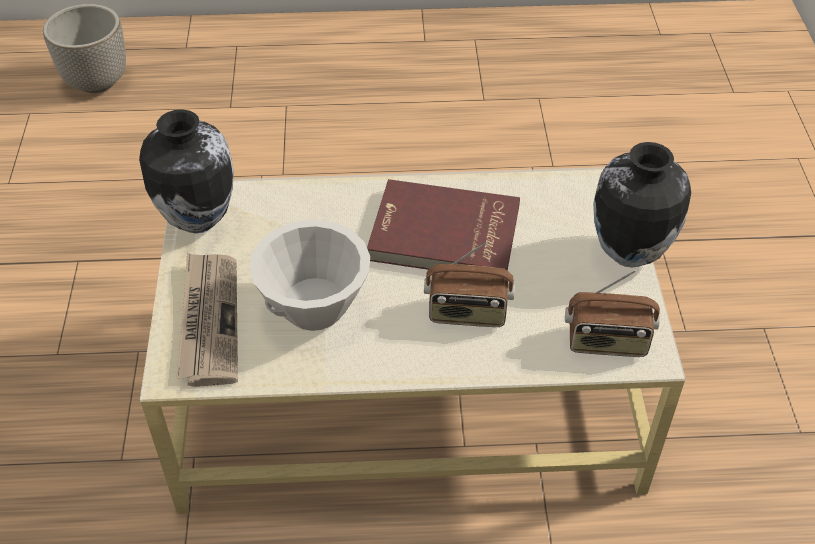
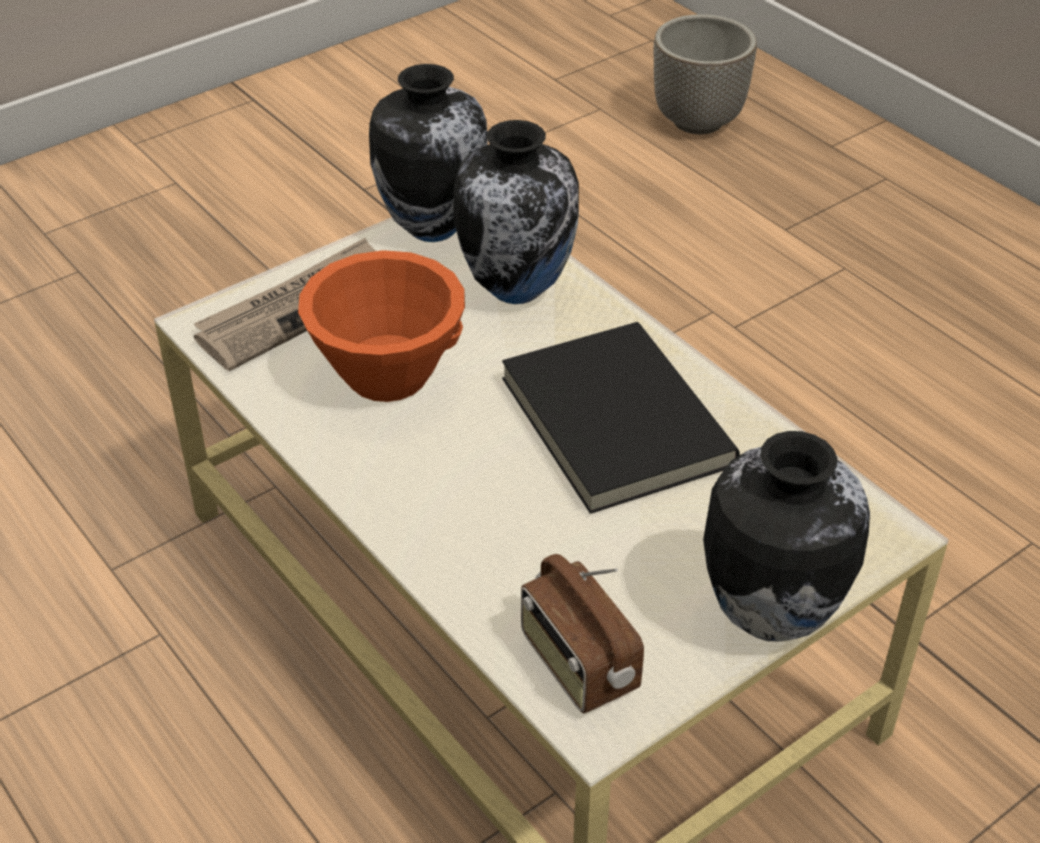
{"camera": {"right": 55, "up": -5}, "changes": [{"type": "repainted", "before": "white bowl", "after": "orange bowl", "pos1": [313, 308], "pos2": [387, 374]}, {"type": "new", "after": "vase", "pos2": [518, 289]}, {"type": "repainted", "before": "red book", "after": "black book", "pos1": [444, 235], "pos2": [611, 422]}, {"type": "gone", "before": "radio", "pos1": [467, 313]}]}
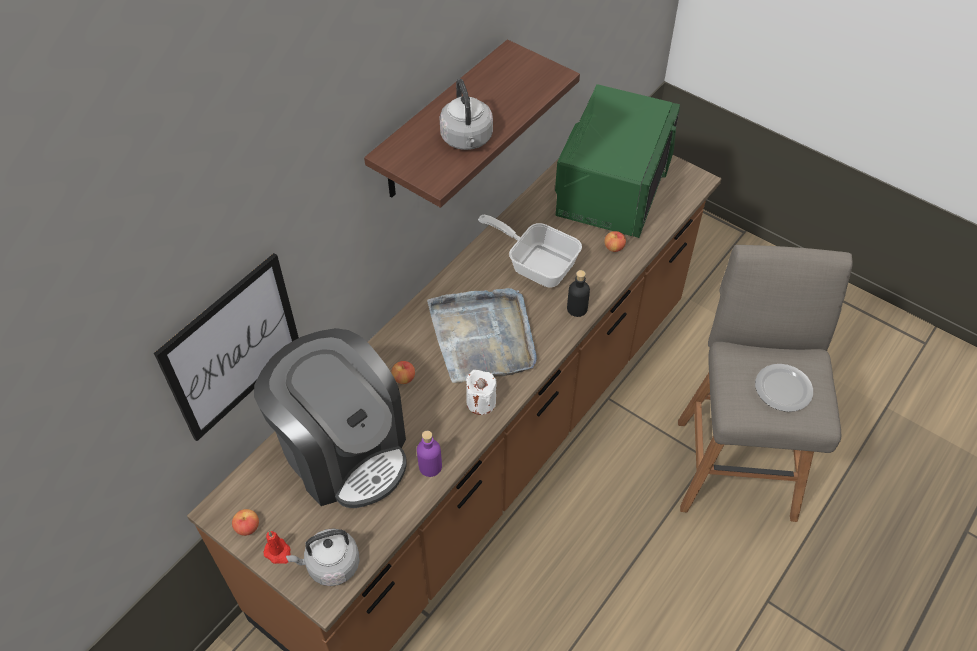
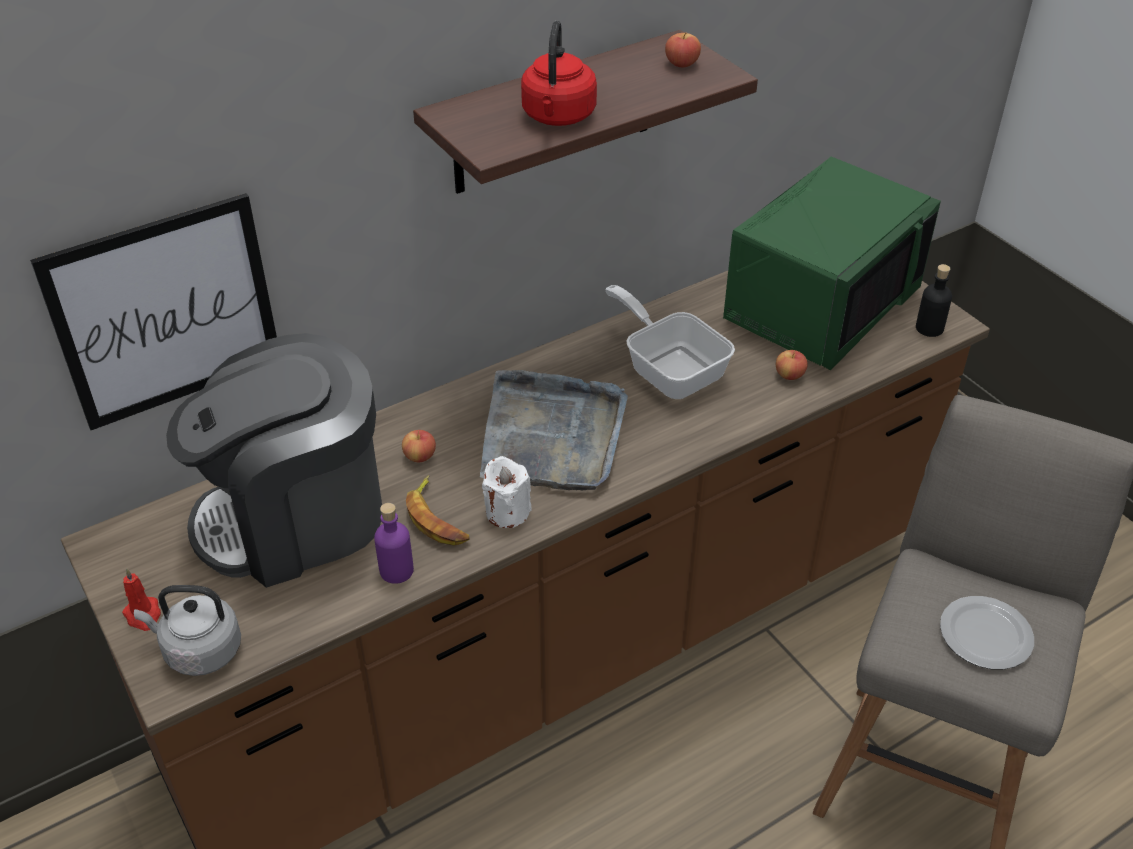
{"camera": {"right": 20, "up": -10}, "changes": [{"type": "rotated", "before": "coffee machine", "pos1": [343, 450], "pos2": [295, 518], "turn": 90}, {"type": "new", "after": "banana", "pos2": [437, 518]}, {"type": "repainted", "before": "grey kettle", "after": "red kettle", "pos1": [467, 140], "pos2": [558, 117]}, {"type": "shifted", "before": "apple", "pos1": [247, 527], "pos2": [681, 64]}, {"type": "shifted", "before": "black bottle", "pos1": [577, 309], "pos2": [929, 328]}]}
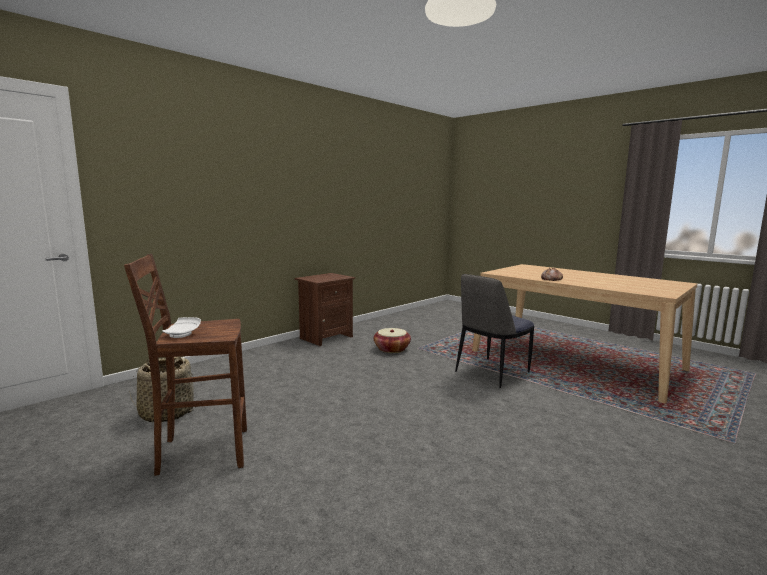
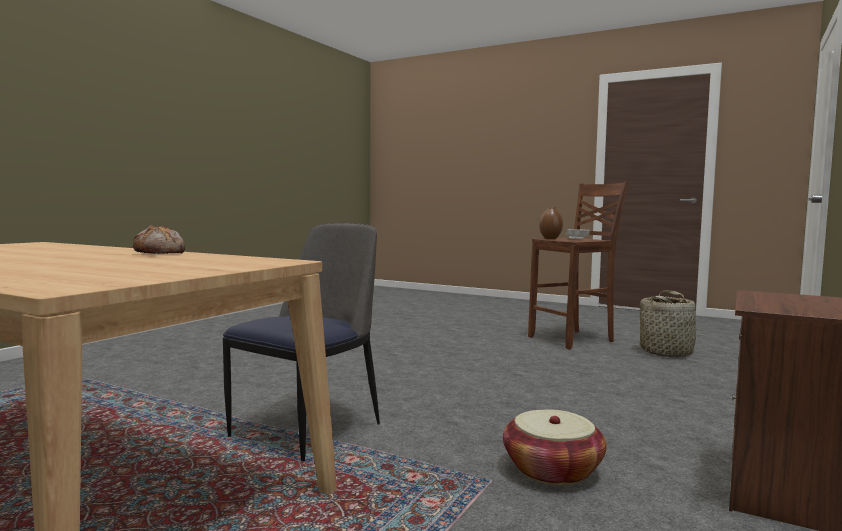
{"camera": {"right": 165, "up": -5}, "changes": [{"type": "new", "after": "brown vase", "pos2": [550, 239]}]}
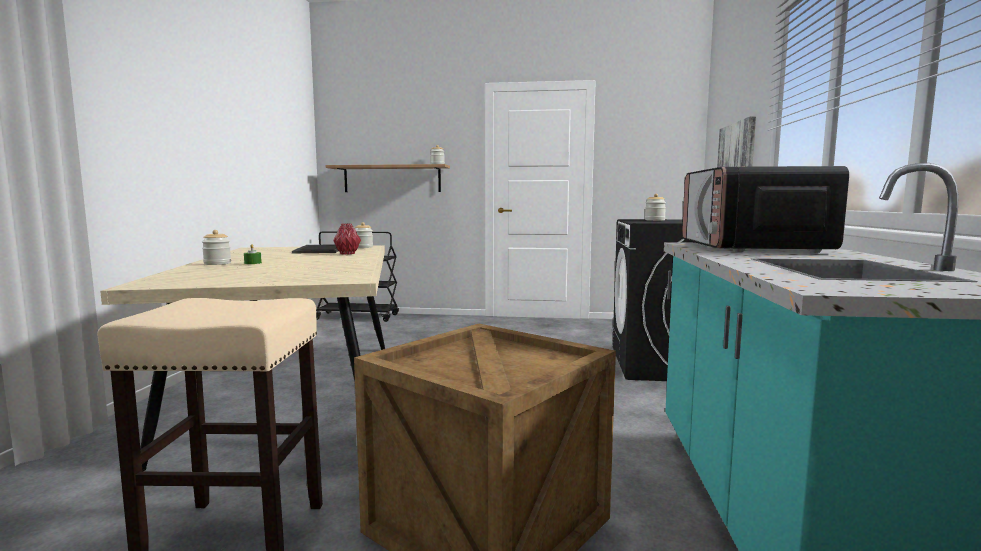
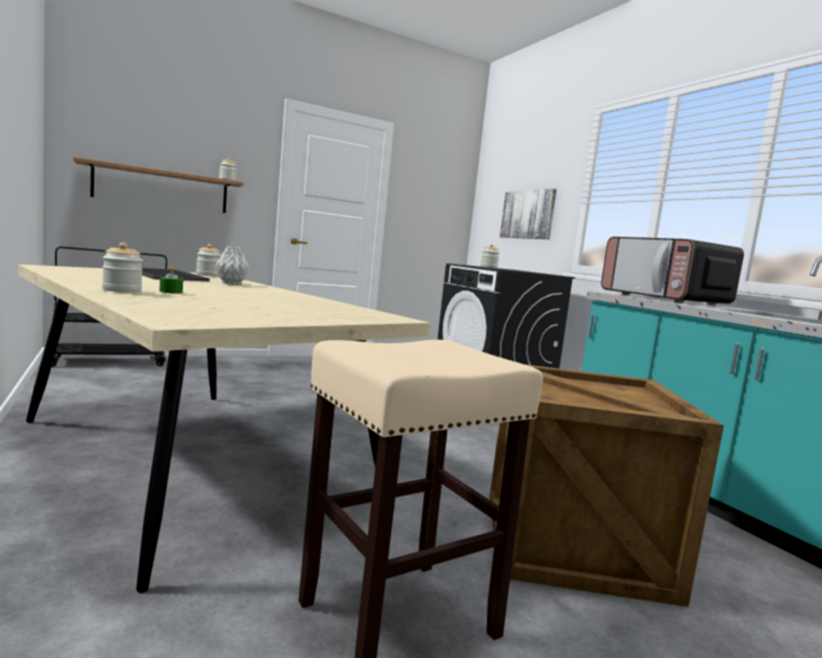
{"camera": {"right": -35, "up": 0}, "changes": [{"type": "repainted", "before": "red vase", "after": "grey vase", "pos1": [347, 254], "pos2": [231, 283]}]}
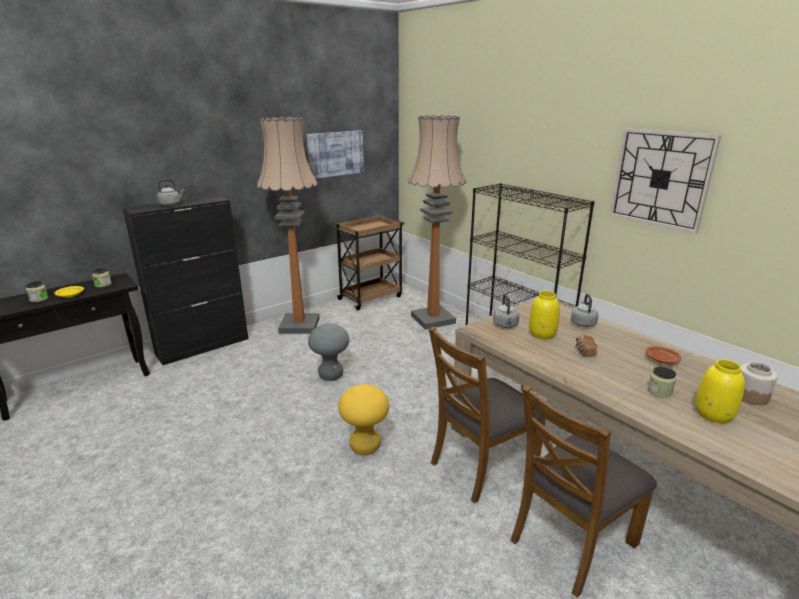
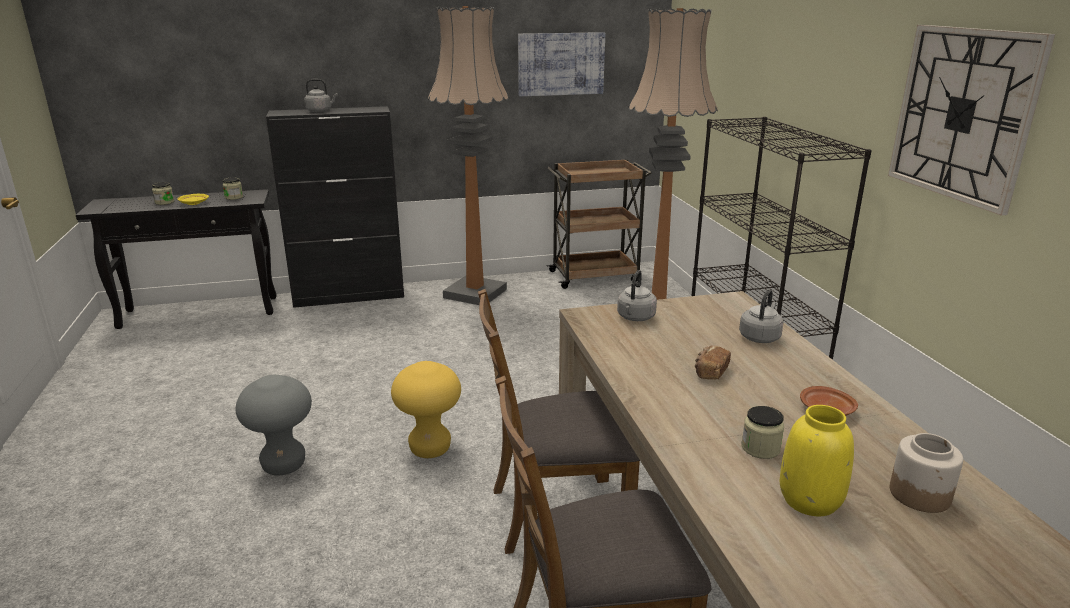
{"camera": {"right": 25, "up": 0}, "changes": [{"type": "shifted", "before": "grey stool", "pos1": [331, 375], "pos2": [284, 465]}, {"type": "gone", "before": "yellow vase", "pos1": [542, 334]}]}
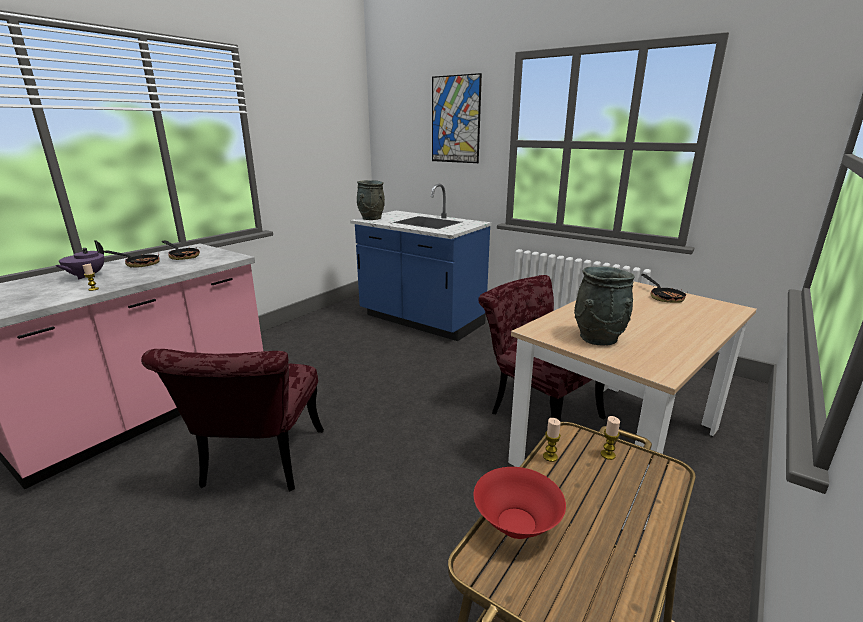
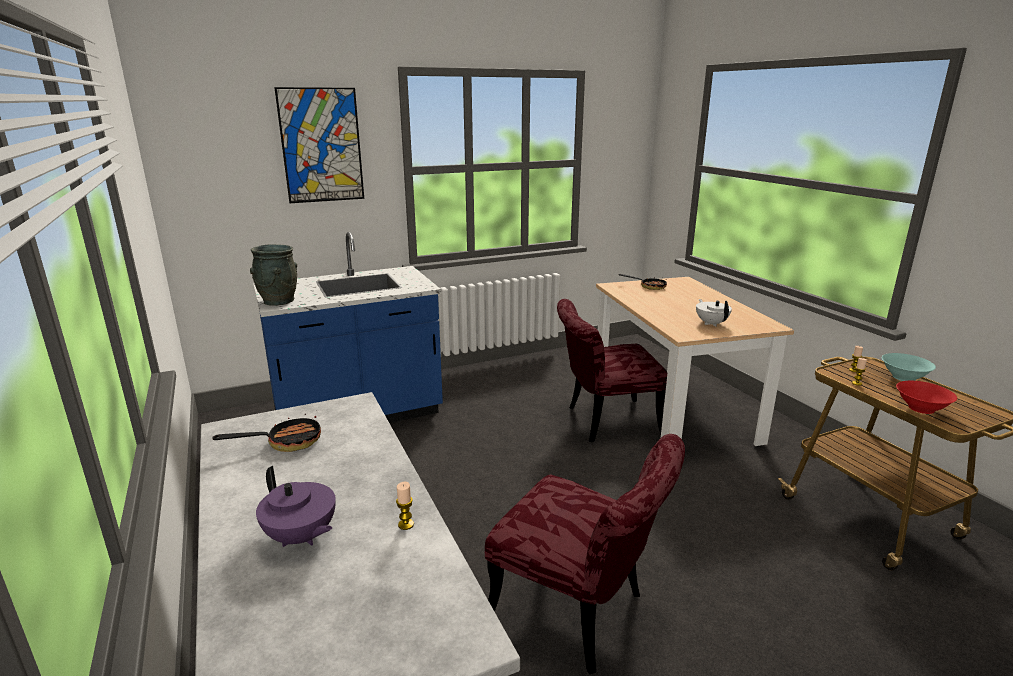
{"camera": {"right": -60, "up": 0}, "changes": [{"type": "swapped", "before": "grey vase", "after": "white teapot", "pos1": [598, 338], "pos2": [711, 323]}, {"type": "new", "after": "turquoise bowl", "pos2": [904, 377]}, {"type": "gone", "before": "frying pan", "pos1": [139, 264]}]}
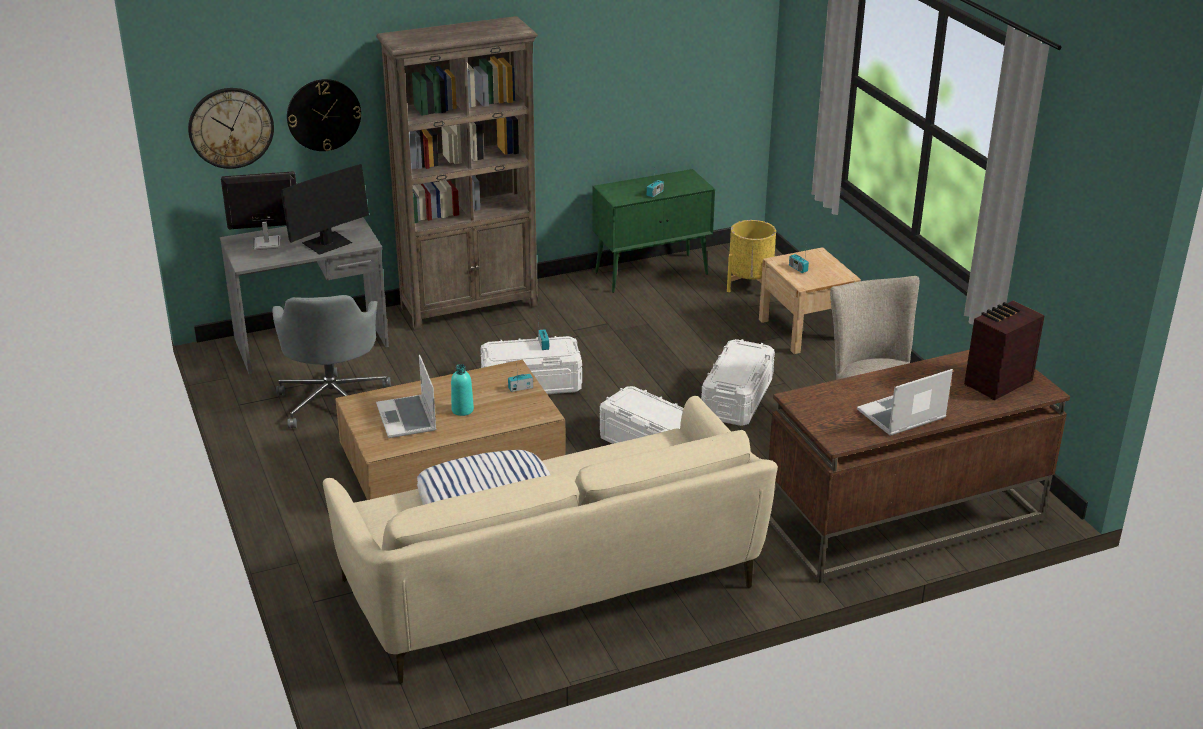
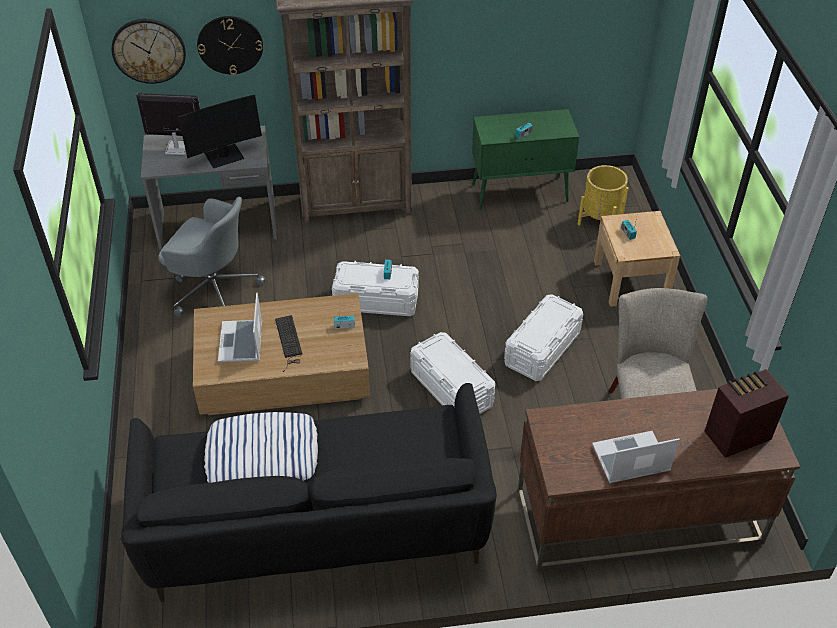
{"camera": {"right": 15, "up": 15}, "changes": [{"type": "repainted", "before": "beige sofa", "after": "black sofa", "pos1": [553, 587], "pos2": [316, 527]}, {"type": "rotated", "before": "grey office chair", "pos1": [333, 400], "pos2": [214, 289], "turn": -75}, {"type": "swapped", "before": "turquoise bottle", "after": "keyboard", "pos1": [462, 410], "pos2": [288, 342]}]}
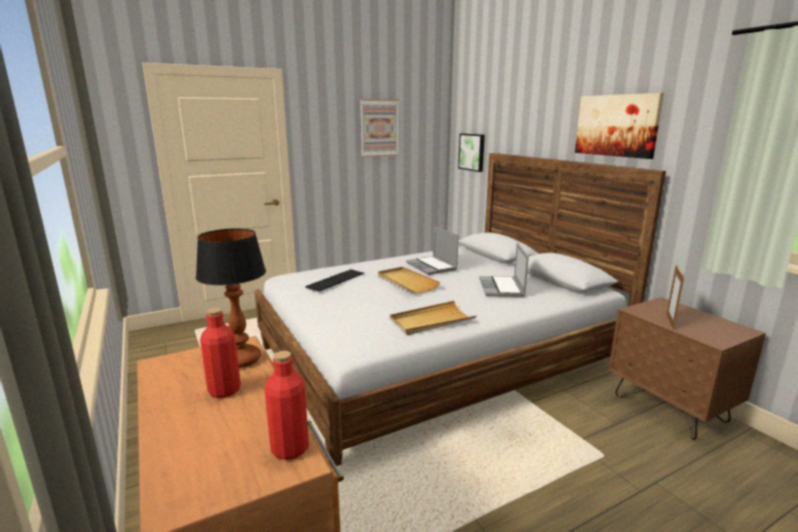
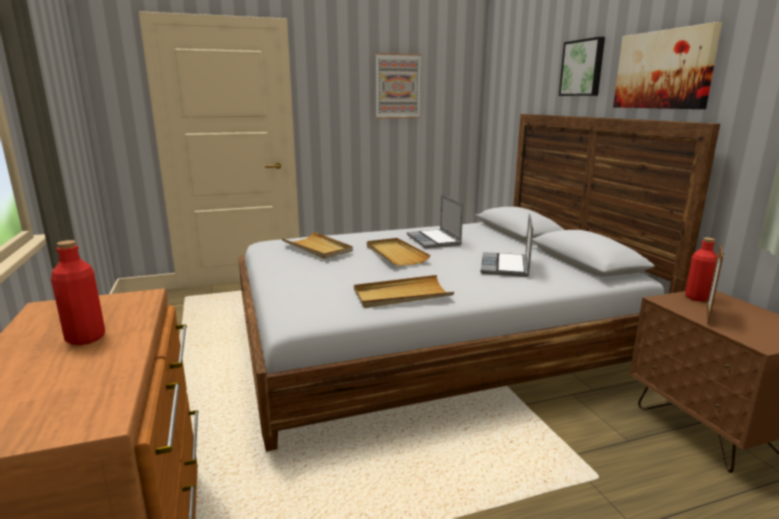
{"camera": {"right": 10, "up": 0}, "changes": [{"type": "swapped", "before": "keyboard", "after": "beige tray", "pos1": [335, 280], "pos2": [317, 248]}, {"type": "shifted", "before": "picture", "pos1": [472, 152], "pos2": [583, 68]}, {"type": "shifted", "before": "red bottle", "pos1": [290, 448], "pos2": [696, 297]}, {"type": "gone", "before": "table lamp", "pos1": [242, 360]}]}
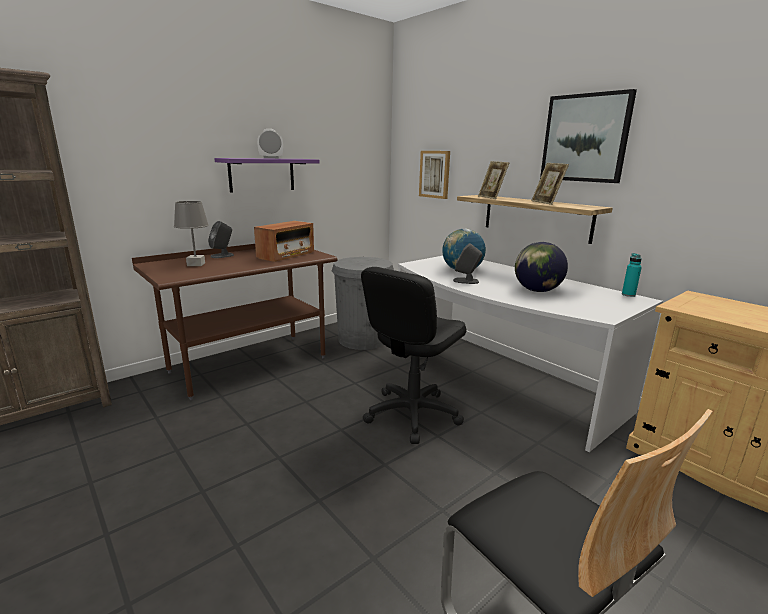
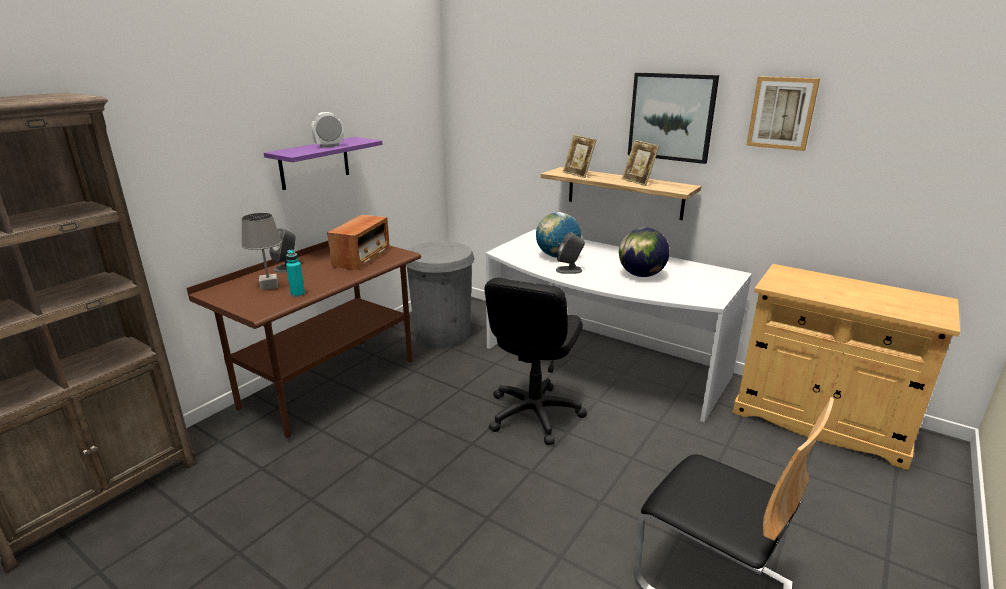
{"camera": {"right": -15, "up": 5}, "changes": [{"type": "shifted", "before": "turquoise bottle", "pos1": [628, 295], "pos2": [298, 294]}, {"type": "shifted", "before": "picture", "pos1": [435, 174], "pos2": [782, 113]}]}
